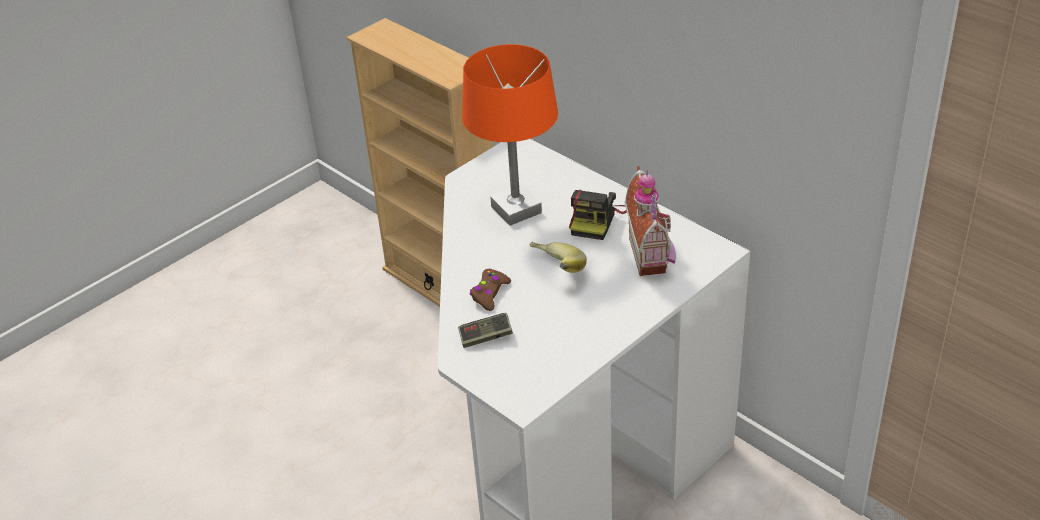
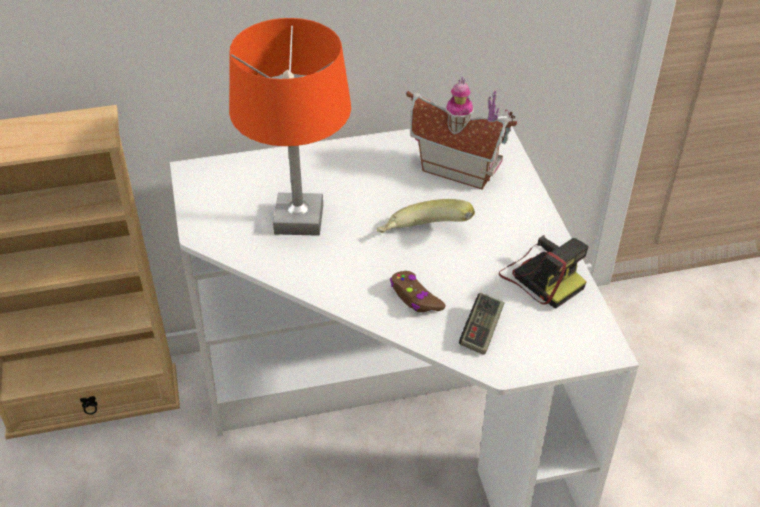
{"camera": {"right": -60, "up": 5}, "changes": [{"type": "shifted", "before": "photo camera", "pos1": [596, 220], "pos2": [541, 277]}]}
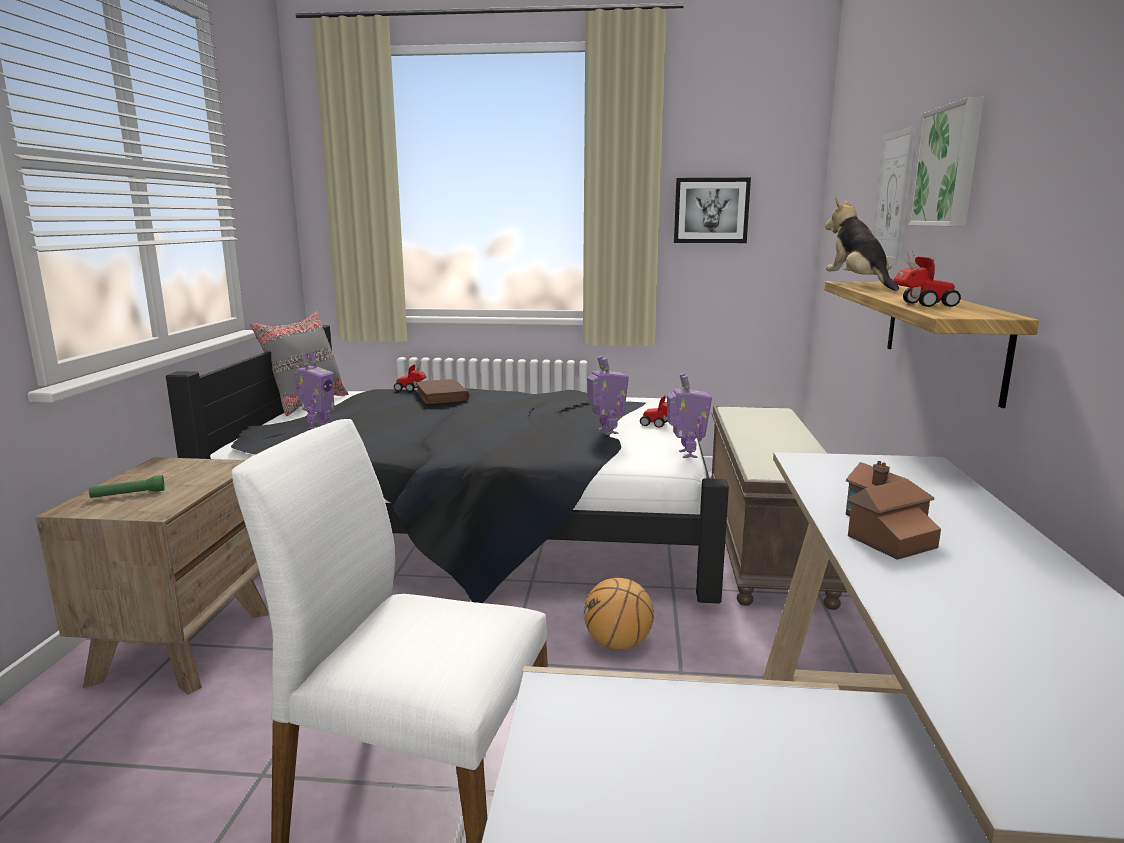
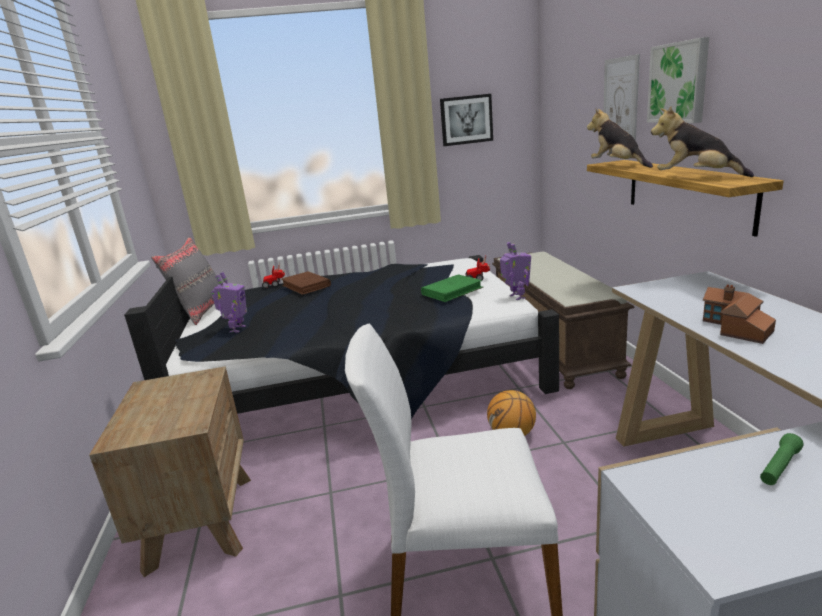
{"camera": {"right": -15, "up": 5}, "changes": [{"type": "swapped", "before": "toy robot", "after": "green book", "pos1": [606, 431], "pos2": [452, 291]}, {"type": "swapped", "before": "toy car", "after": "plush toy", "pos1": [922, 305], "pos2": [695, 177]}, {"type": "shifted", "before": "green flashlight", "pos1": [128, 494], "pos2": [779, 467]}]}
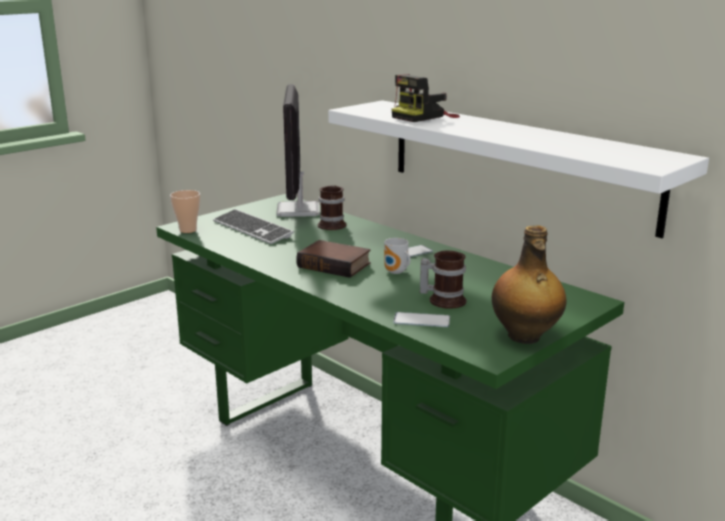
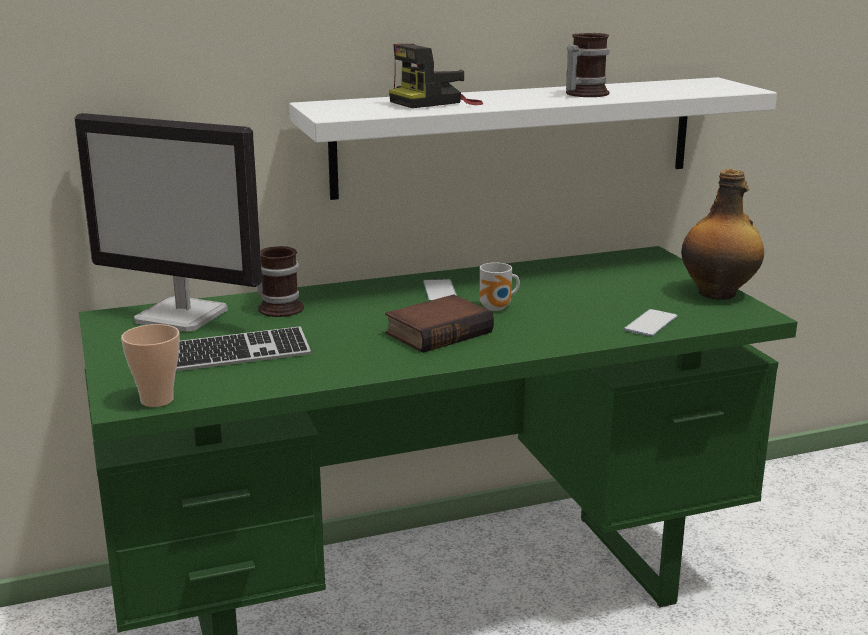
{"camera": {"right": -65, "up": 0}, "changes": [{"type": "rotated", "before": "photo camera", "pos1": [424, 117], "pos2": [435, 103], "turn": 75}, {"type": "shifted", "before": "mug", "pos1": [444, 300], "pos2": [583, 94]}]}
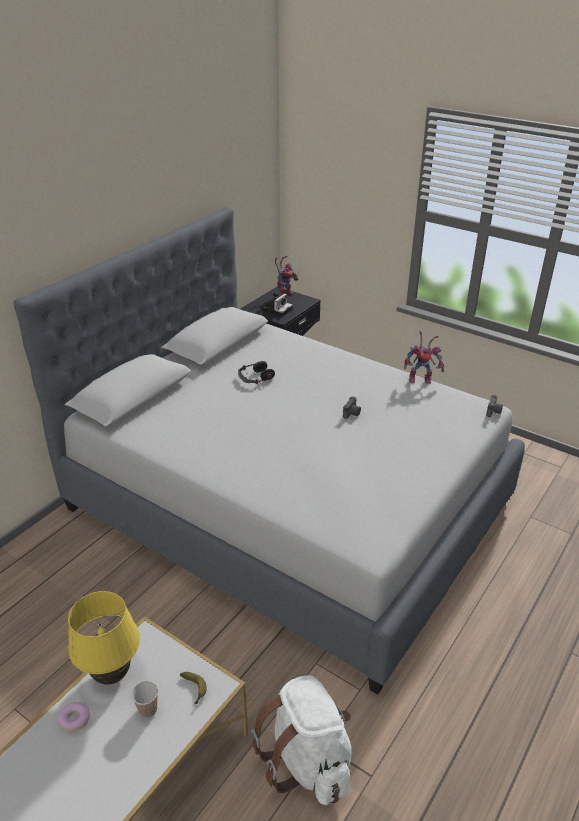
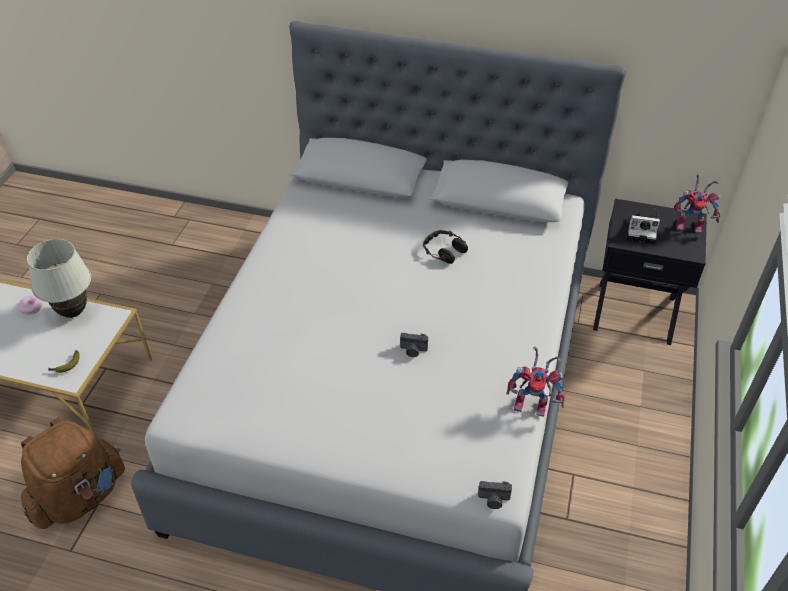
{"camera": {"right": 70, "up": 10}, "changes": [{"type": "repainted", "before": "white backpack", "after": "brown backpack", "pos1": [307, 760], "pos2": [80, 496]}, {"type": "repainted", "before": "yellow table lamp", "after": "white table lamp", "pos1": [112, 675], "pos2": [73, 312]}, {"type": "rotated", "before": "toy robot", "pos1": [421, 378], "pos2": [533, 404], "turn": -60}, {"type": "gone", "before": "cup", "pos1": [148, 709]}]}
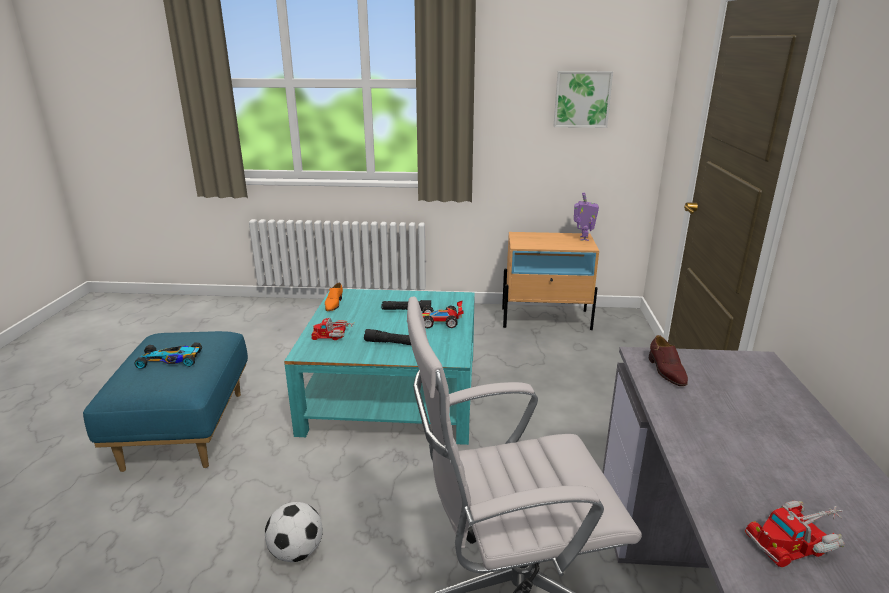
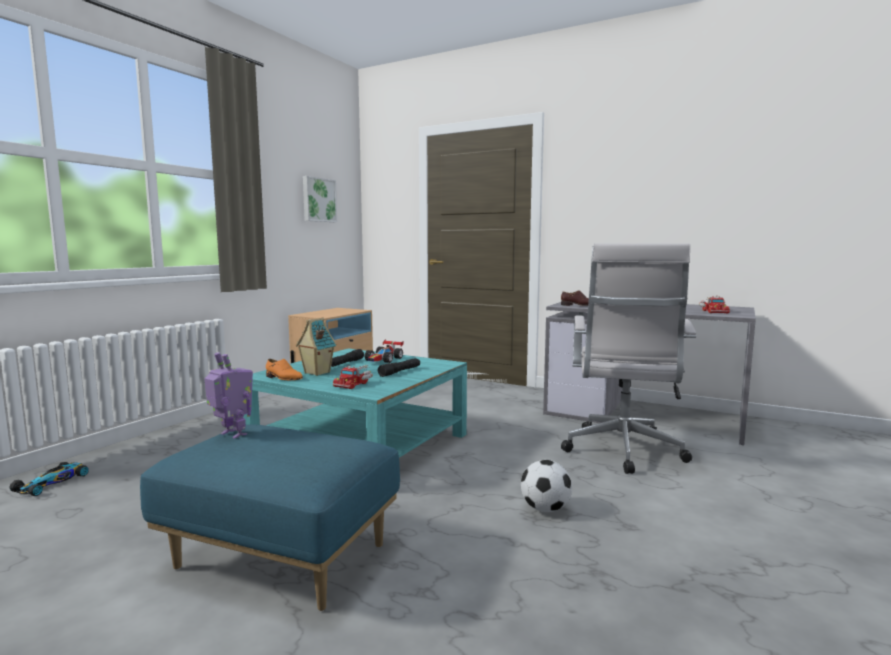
{"camera": {"right": -65, "up": -15}, "changes": [{"type": "shifted", "before": "toy car", "pos1": [172, 360], "pos2": [53, 482]}, {"type": "shifted", "before": "toy robot", "pos1": [583, 238], "pos2": [232, 434]}, {"type": "new", "after": "toy house", "pos2": [316, 373]}]}
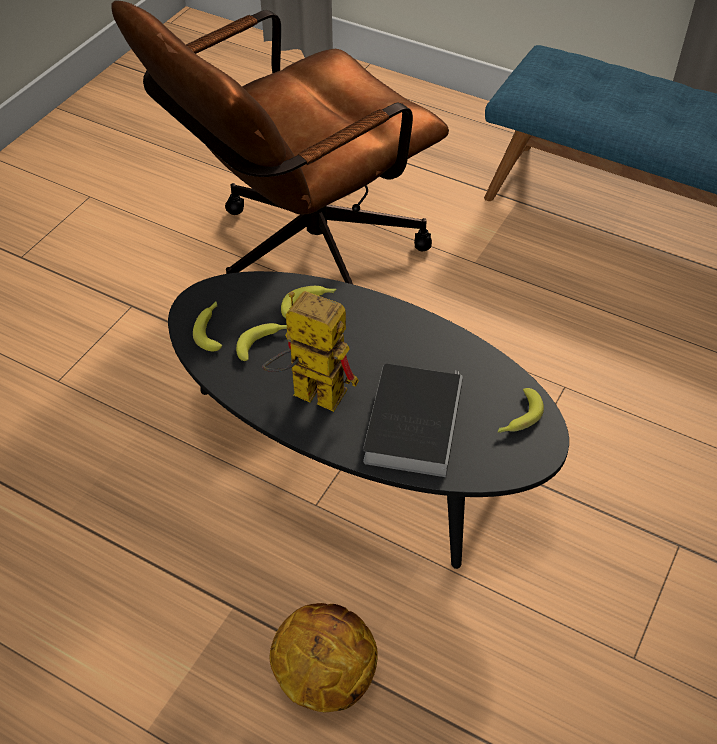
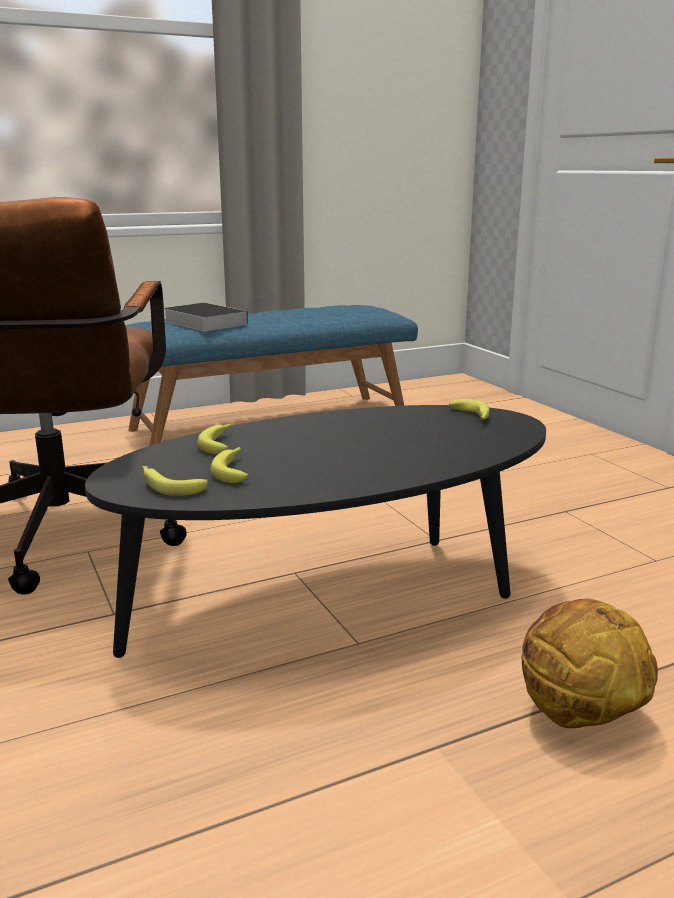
{"camera": {"right": -55, "up": -30}, "changes": [{"type": "shifted", "before": "book", "pos1": [413, 421], "pos2": [203, 322]}, {"type": "gone", "before": "toy robot", "pos1": [307, 393]}]}
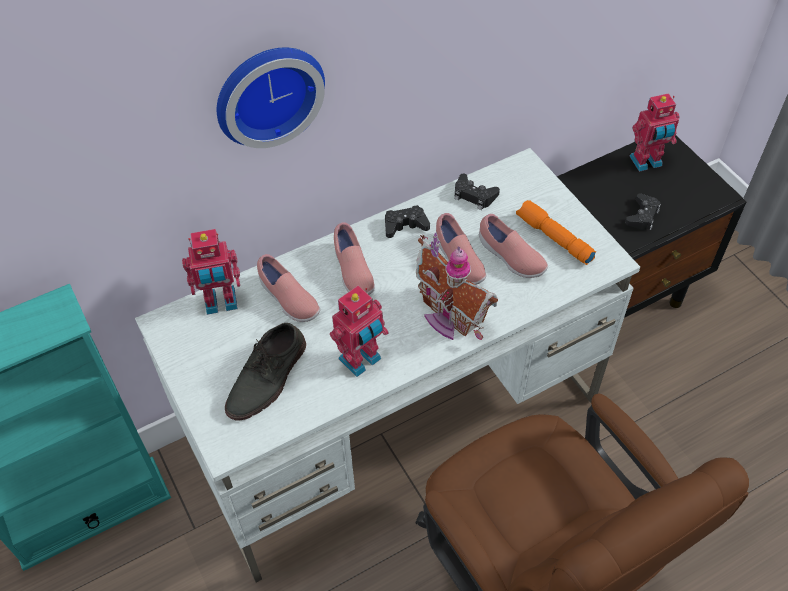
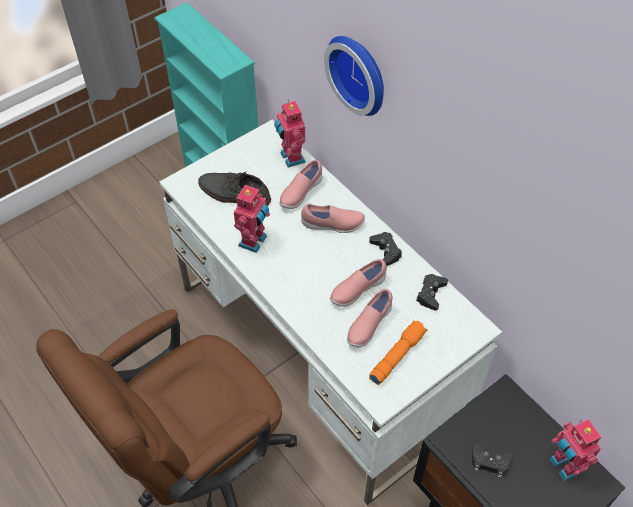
{"camera": {"right": 80, "up": 0}, "changes": [{"type": "rotated", "before": "toy robot", "pos1": [361, 360], "pos2": [254, 242], "turn": -105}, {"type": "rotated", "before": "pink shoe", "pos1": [352, 272], "pos2": [332, 225], "turn": -150}, {"type": "gone", "before": "toy house", "pos1": [449, 316]}]}
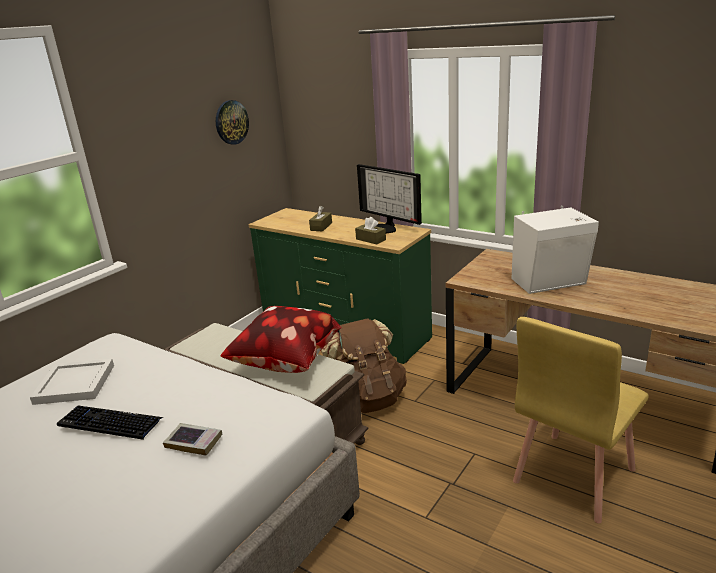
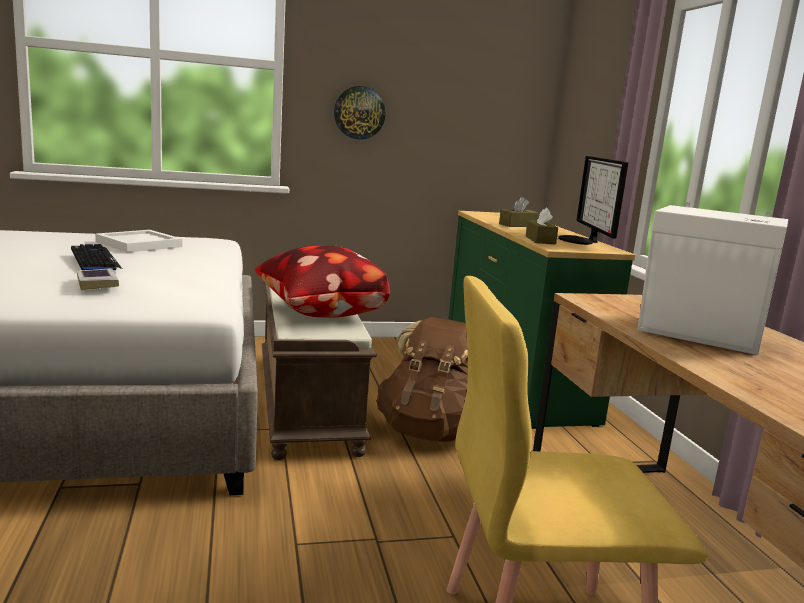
{"camera": {"right": 40, "up": -10}, "changes": [{"type": "shifted", "before": "wall clock", "pos1": [231, 122], "pos2": [359, 113]}]}
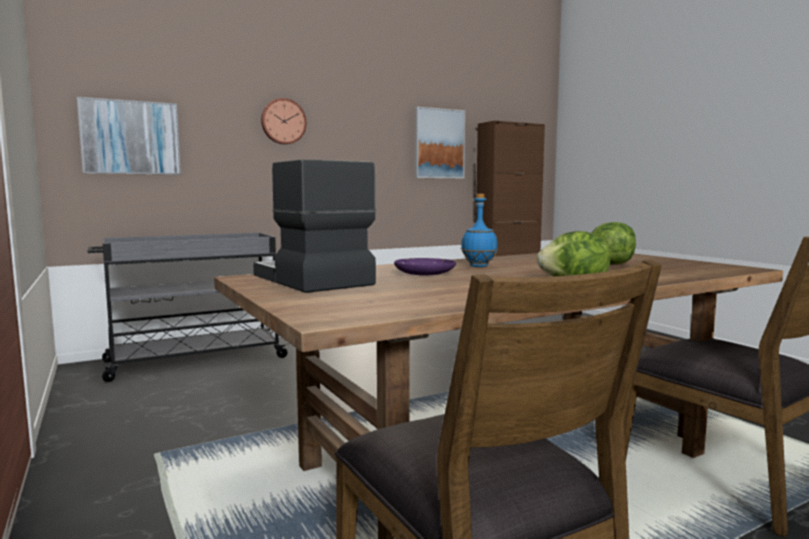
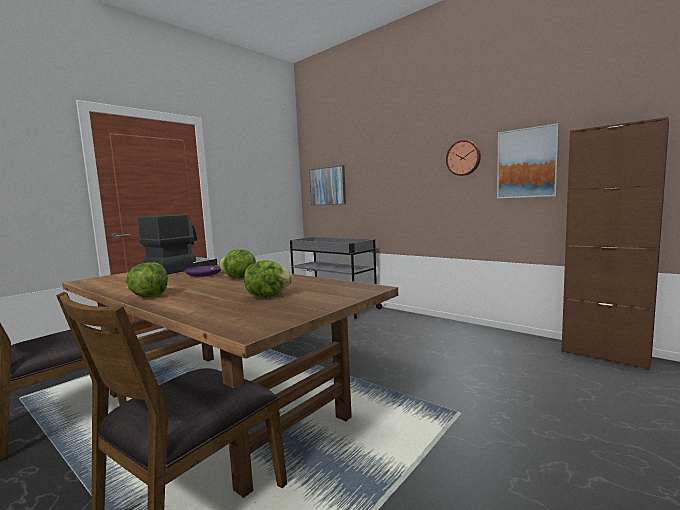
{"camera": {"right": 70, "up": 0}, "changes": [{"type": "swapped", "before": "blue bottle", "after": "lettuce", "pos1": [479, 266], "pos2": [239, 278]}, {"type": "shifted", "before": "wall clock", "pos1": [283, 121], "pos2": [463, 158]}]}
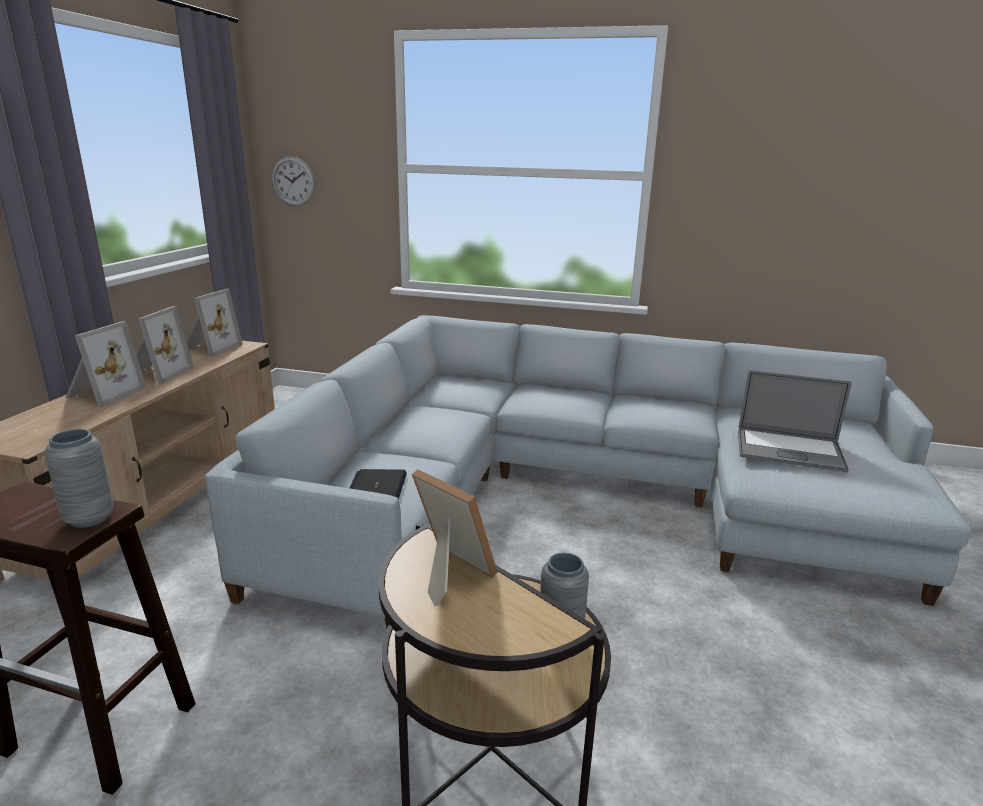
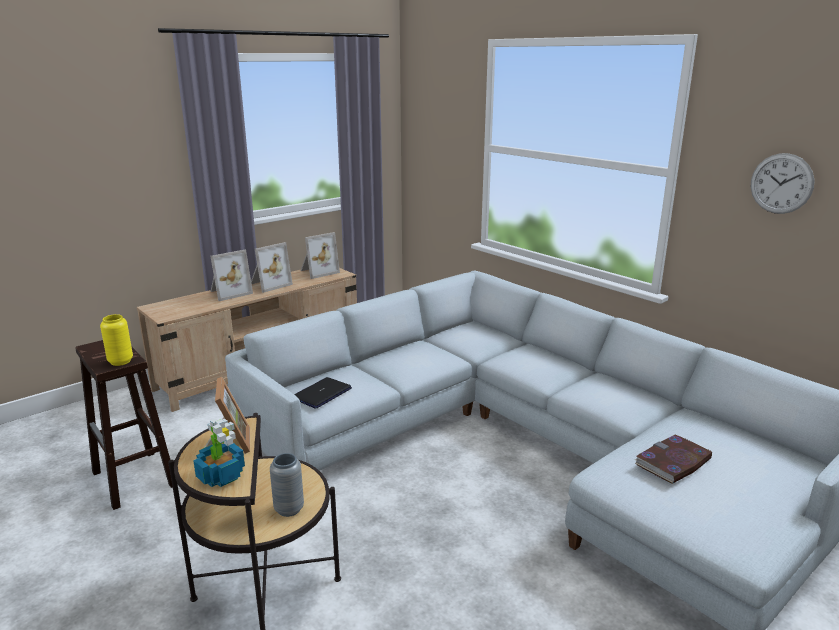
{"camera": {"right": 35, "up": 0}, "changes": [{"type": "repainted", "before": "grey vase", "after": "yellow vase", "pos1": [89, 518], "pos2": [120, 361]}, {"type": "new", "after": "potted plant", "pos2": [221, 475]}, {"type": "swapped", "before": "laptop", "after": "book", "pos1": [789, 450], "pos2": [673, 462]}, {"type": "shifted", "before": "wall clock", "pos1": [293, 181], "pos2": [781, 183]}]}
